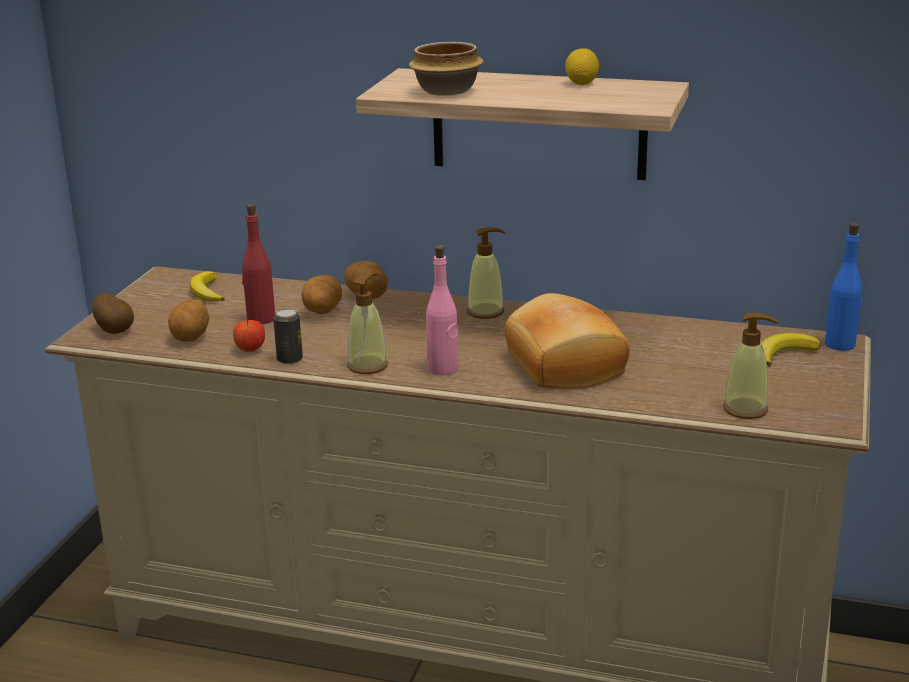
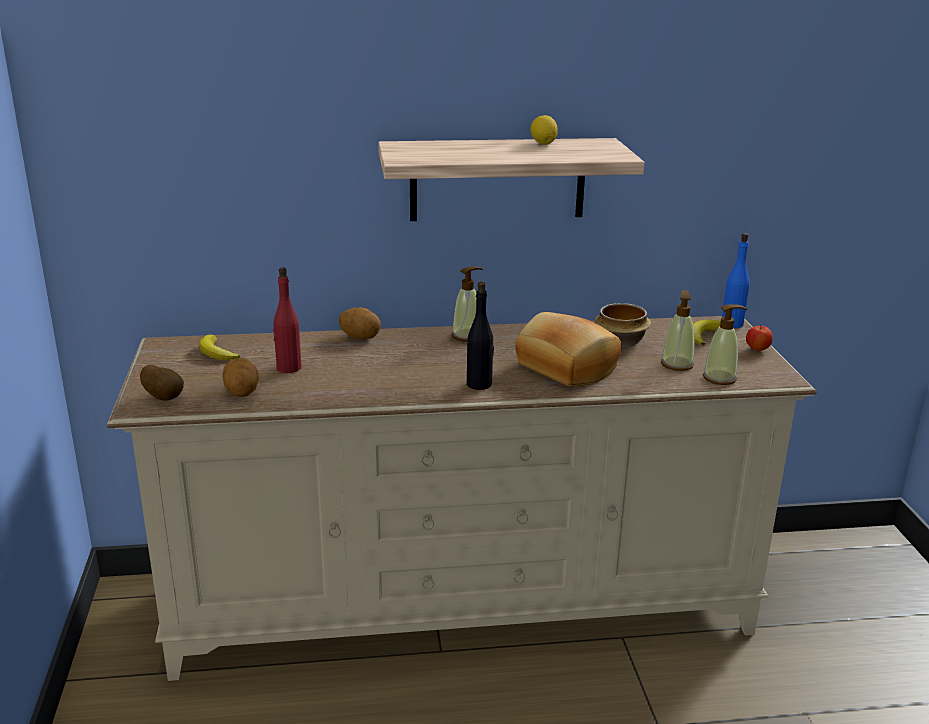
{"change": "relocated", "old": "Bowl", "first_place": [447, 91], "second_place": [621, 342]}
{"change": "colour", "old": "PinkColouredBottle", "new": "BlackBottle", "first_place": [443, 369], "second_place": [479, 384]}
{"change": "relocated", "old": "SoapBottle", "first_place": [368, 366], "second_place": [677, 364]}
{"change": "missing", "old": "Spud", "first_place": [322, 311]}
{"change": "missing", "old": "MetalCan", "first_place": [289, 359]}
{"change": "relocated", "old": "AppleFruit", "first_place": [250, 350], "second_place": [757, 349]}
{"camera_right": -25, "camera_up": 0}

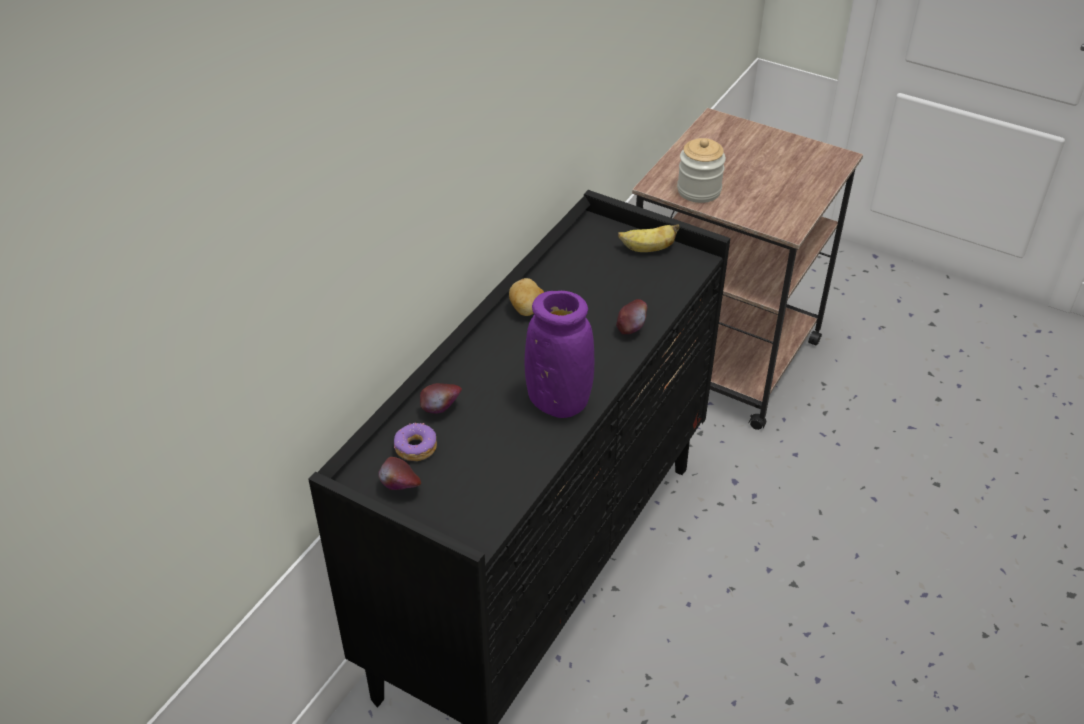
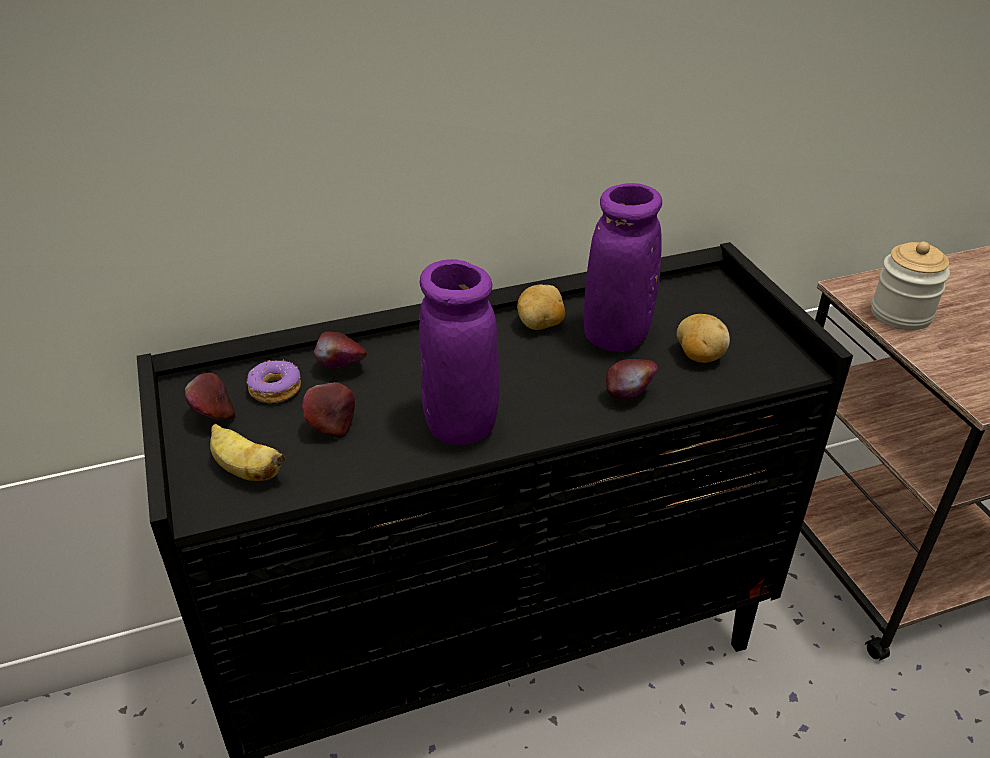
{"change": "relocated", "old": "WholeBanana", "first_place": [647, 249], "second_place": [246, 470]}
{"change": "appeared", "new": "PurpleColouredVase", "second_place": [616, 336]}
{"change": "appeared", "new": "Spud", "second_place": [698, 356]}
{"change": "appeared", "new": "AppleFruit", "second_place": [332, 426]}
{"camera_right": 40, "camera_up": -5}

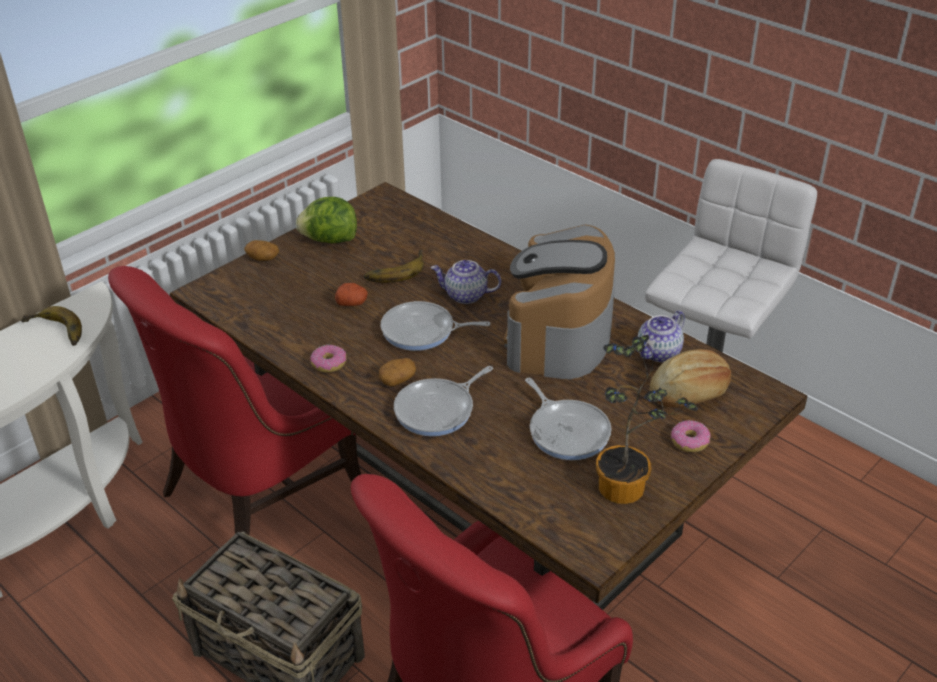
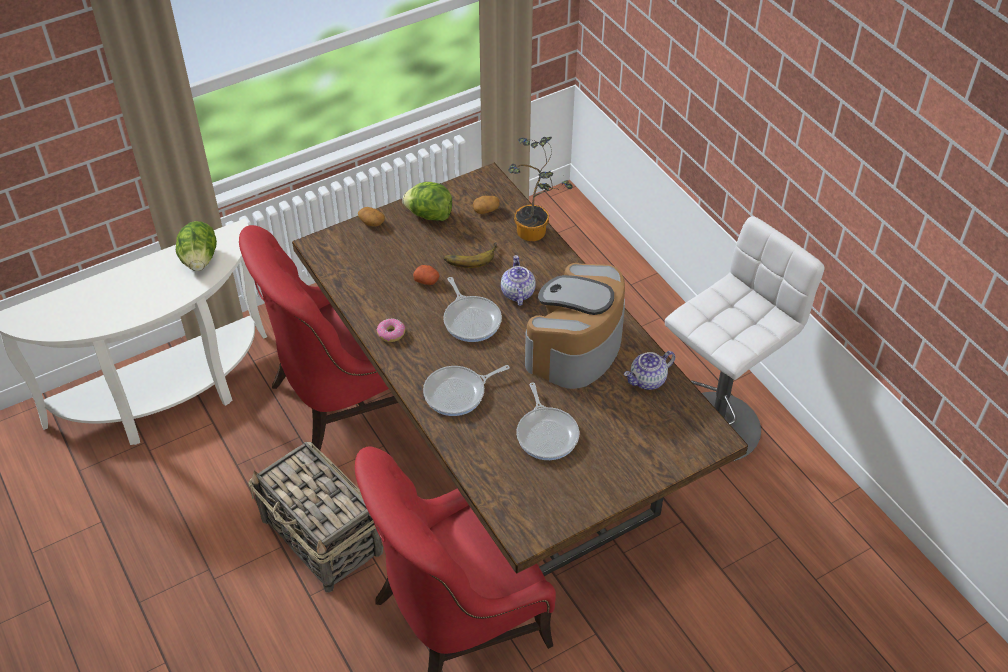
{"change": "spun", "old": "Teapot", "first_place": [465, 295], "second_place": [517, 292], "degrees": 60}
{"change": "spun", "old": "FryingPan", "first_place": [422, 331], "second_place": [471, 319], "degrees": -135}
{"change": "exchanged", "old": "WholeBanana", "new": "HeadOfLettuce", "first_place": [54, 333], "second_place": [200, 260]}
{"change": "relocated", "old": "Houseplant", "first_place": [628, 488], "second_place": [535, 233]}
{"change": "missing", "old": "Bread", "first_place": [690, 393]}
{"change": "relocated", "old": "Spud", "first_place": [397, 379], "second_place": [486, 209]}
{"change": "missing", "old": "Donut", "first_place": [689, 441]}
{"camera_right": 15, "camera_up": 10}

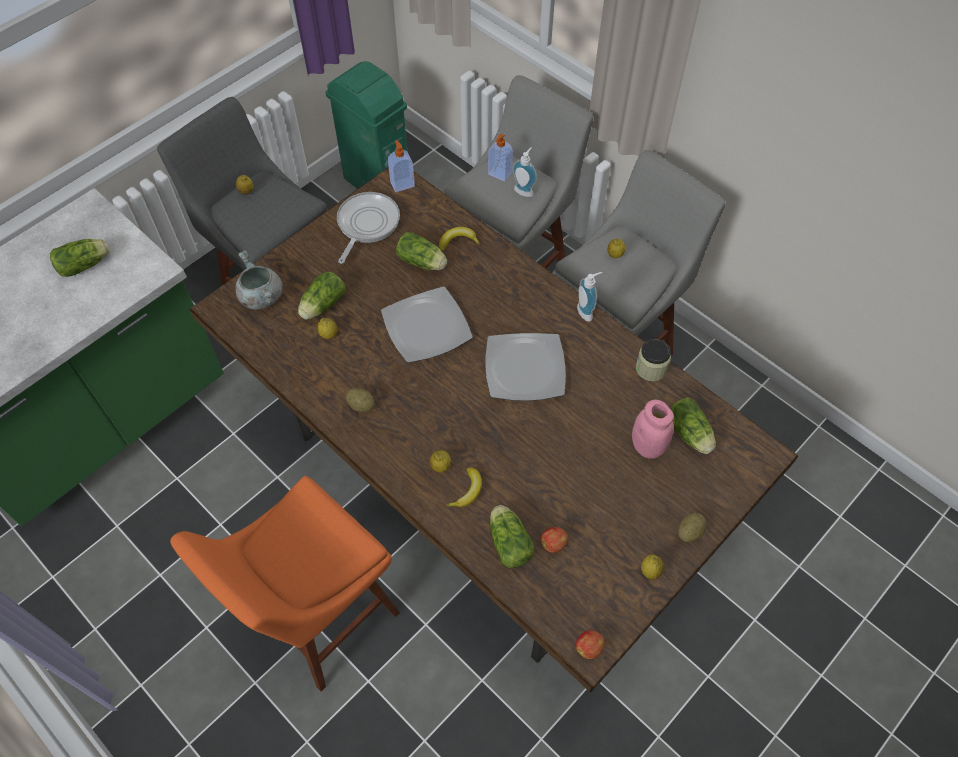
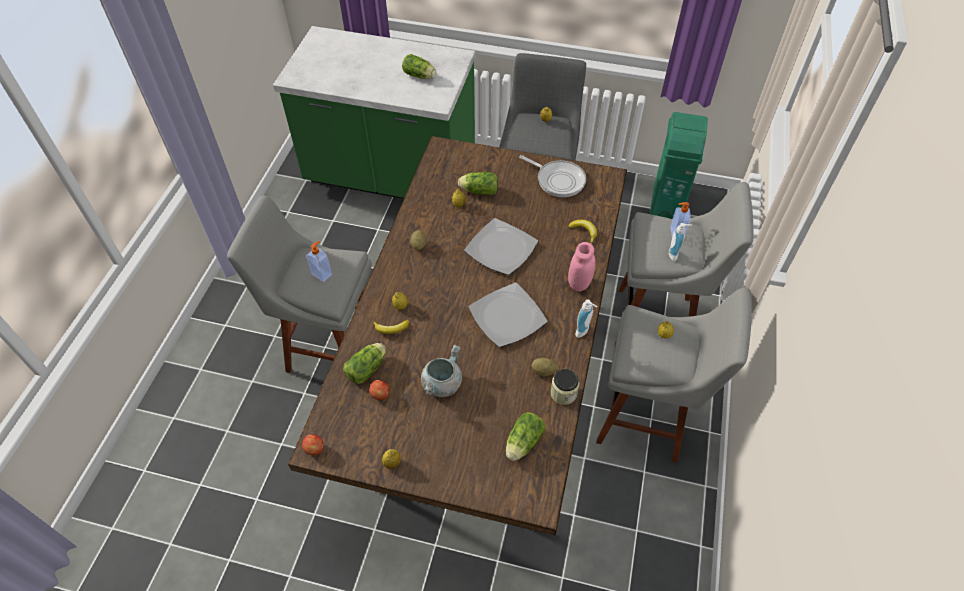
{"change": "relocated", "old": "SoapBottle", "first_place": [402, 184], "second_place": [322, 274]}
{"change": "spun", "old": "FryingPan", "first_place": [366, 224], "second_place": [558, 180], "degrees": 45}
{"change": "missing", "old": "HeadOfLettuce", "first_place": [423, 262]}
{"change": "relocated", "old": "GrayCookingPot", "first_place": [261, 296], "second_place": [441, 383]}
{"change": "relocated", "old": "PinkColouredStorageJar", "first_place": [647, 446], "second_place": [579, 283]}
{"change": "colour", "old": "OrangeyStoolSeat", "new": "GrayStoolSeat", "first_place": [319, 621], "second_place": [329, 347]}
{"change": "relocated", "old": "Spud", "first_place": [689, 532], "second_place": [543, 371]}
{"camera_right": 60, "camera_up": -5}

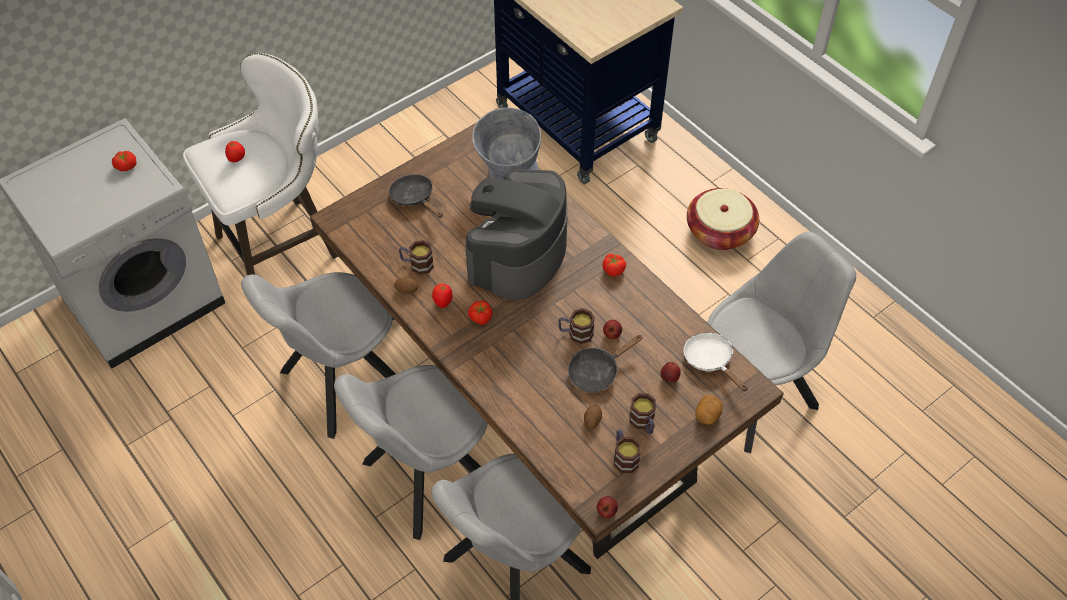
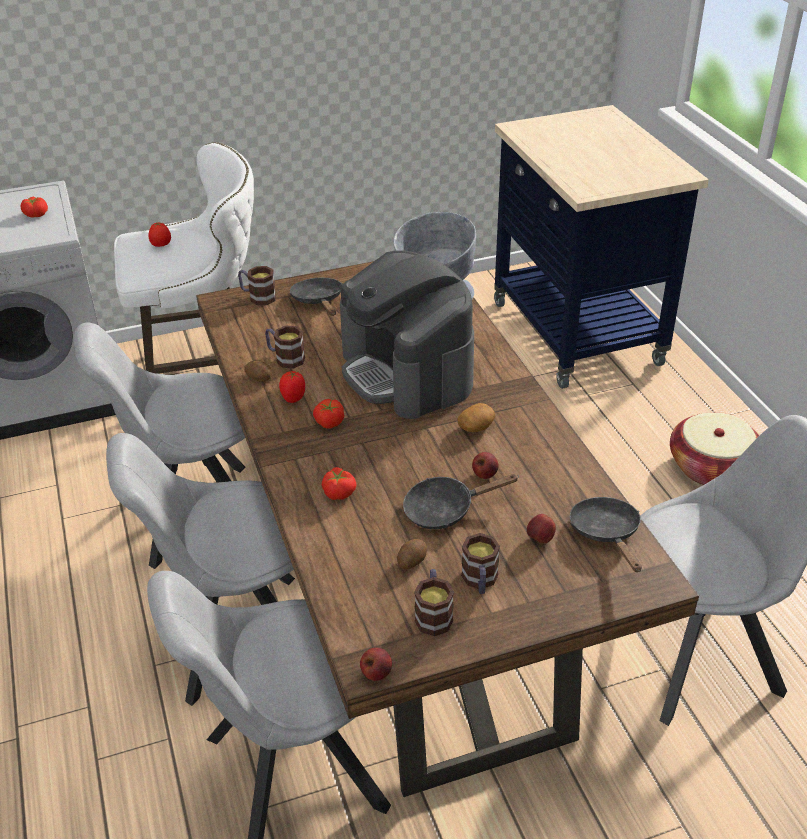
{"change": "spun", "old": "CoffeeMaker", "first_place": [517, 254], "second_place": [407, 372], "degrees": -75}
{"change": "relocated", "old": "Tomato", "first_place": [613, 269], "second_place": [339, 492]}
{"change": "relocated", "old": "TeaMug", "first_place": [575, 333], "second_place": [258, 297]}
{"change": "colour", "old": "WhitishFryingPan", "new": "BlackFryingPan", "first_place": [711, 361], "second_place": [607, 533]}
{"change": "relocated", "old": "Spud", "first_place": [707, 415], "second_place": [476, 427]}
{"camera_right": 20, "camera_up": -15}

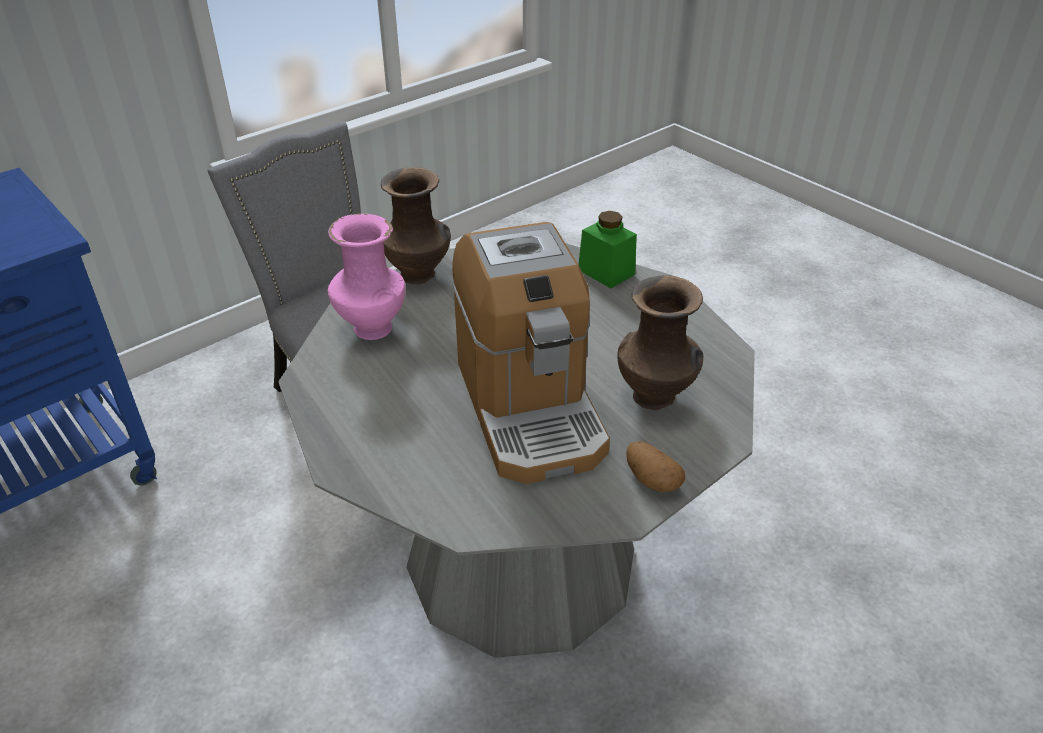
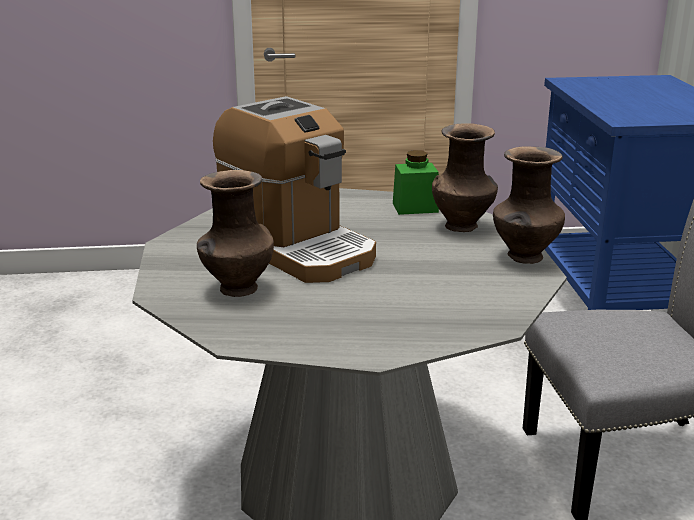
{"change": "relocated", "old": "GreenishStorageJar", "first_place": [606, 272], "second_place": [415, 207]}
{"change": "colour", "old": "PinkColouredVase", "new": "BrownColouredVase", "first_place": [371, 328], "second_place": [463, 226]}
{"change": "spun", "old": "CoffeeMaker", "first_place": [530, 407], "second_place": [297, 247], "degrees": -150}
{"change": "missing", "old": "Spud", "first_place": [651, 479]}
{"camera_right": 125, "camera_up": -15}

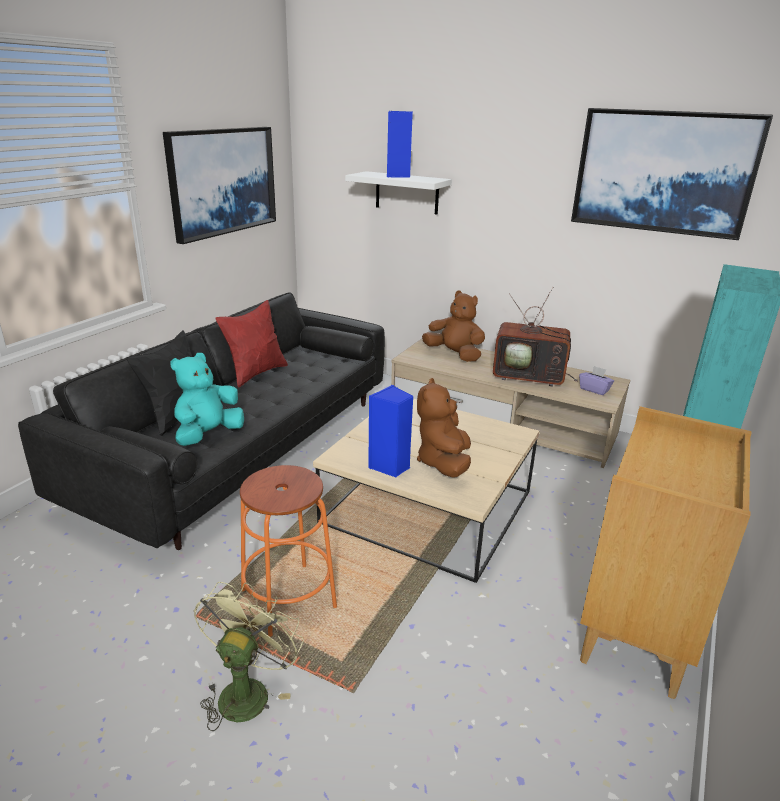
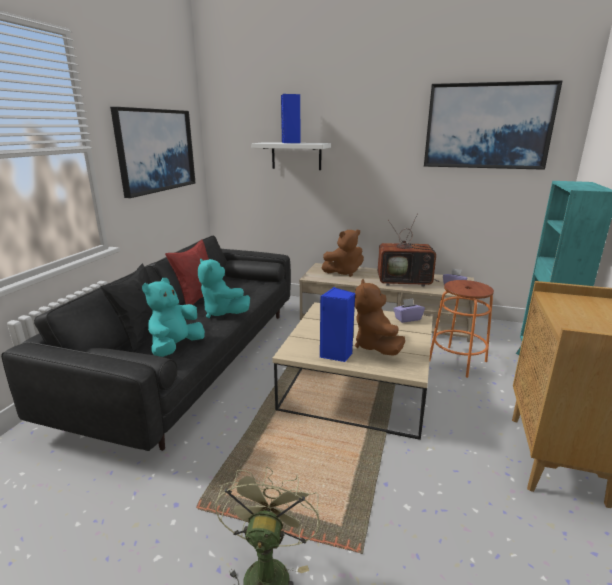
{"change": "spun", "old": "BrownColouredCuddlyToy", "first_place": [454, 355], "second_place": [344, 272], "degrees": 135}
{"change": "relocated", "old": "OrangeyStoolSeat", "first_place": [288, 599], "second_place": [457, 361]}
{"change": "appeared", "new": "BlueGreenCuddlyToy", "second_place": [222, 312]}
{"change": "appeared", "new": "PurpleColouredBoxOfTissues", "second_place": [407, 319]}
{"camera_right": -10, "camera_up": -5}

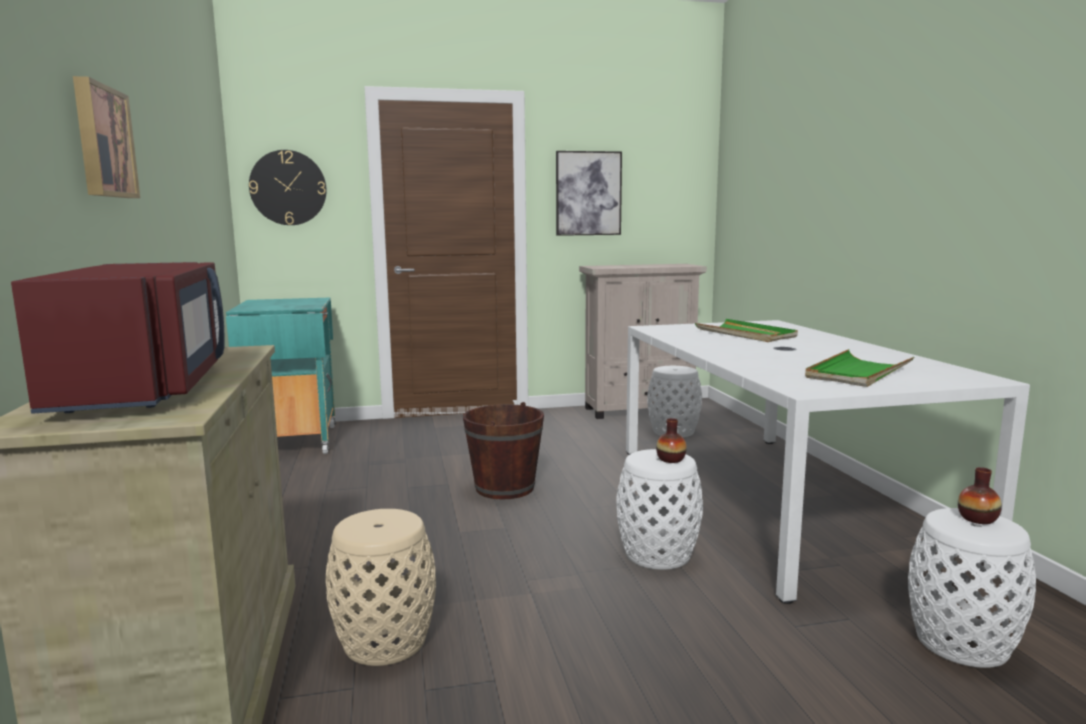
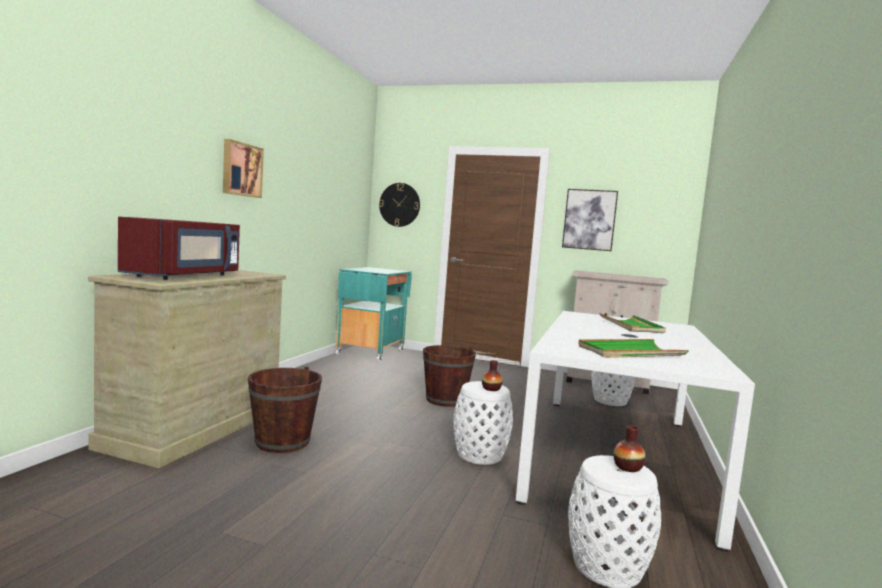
{"change": "exchanged", "old": "SandColouredStoolSeat", "new": "BrownColouredBucket", "first_place": [385, 642], "second_place": [282, 442]}
{"camera_right": 30, "camera_up": -5}

